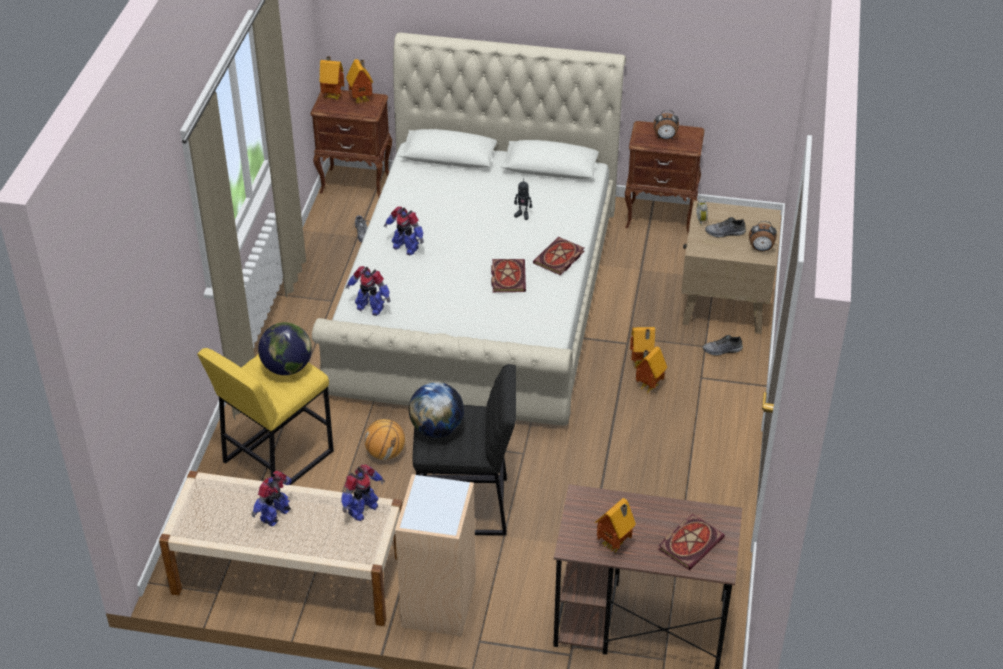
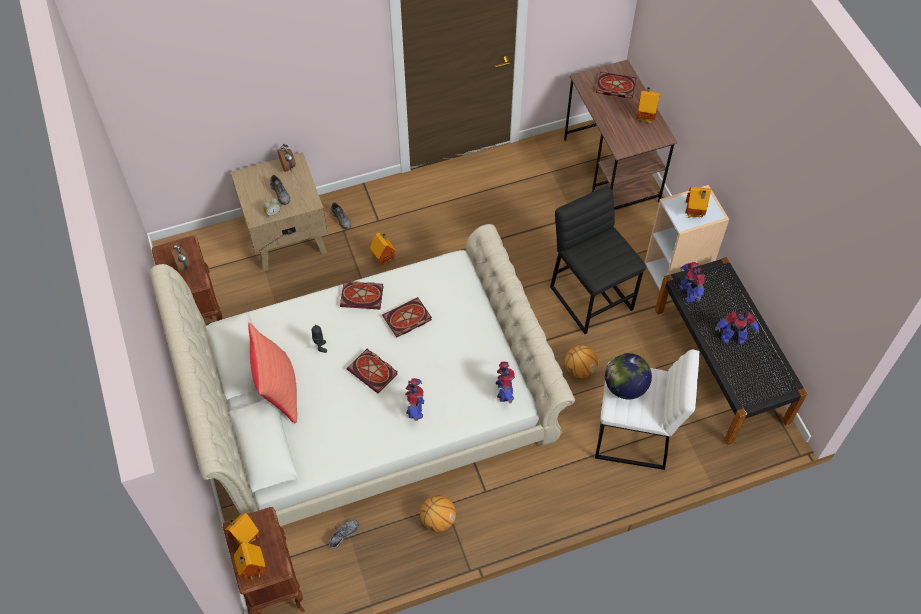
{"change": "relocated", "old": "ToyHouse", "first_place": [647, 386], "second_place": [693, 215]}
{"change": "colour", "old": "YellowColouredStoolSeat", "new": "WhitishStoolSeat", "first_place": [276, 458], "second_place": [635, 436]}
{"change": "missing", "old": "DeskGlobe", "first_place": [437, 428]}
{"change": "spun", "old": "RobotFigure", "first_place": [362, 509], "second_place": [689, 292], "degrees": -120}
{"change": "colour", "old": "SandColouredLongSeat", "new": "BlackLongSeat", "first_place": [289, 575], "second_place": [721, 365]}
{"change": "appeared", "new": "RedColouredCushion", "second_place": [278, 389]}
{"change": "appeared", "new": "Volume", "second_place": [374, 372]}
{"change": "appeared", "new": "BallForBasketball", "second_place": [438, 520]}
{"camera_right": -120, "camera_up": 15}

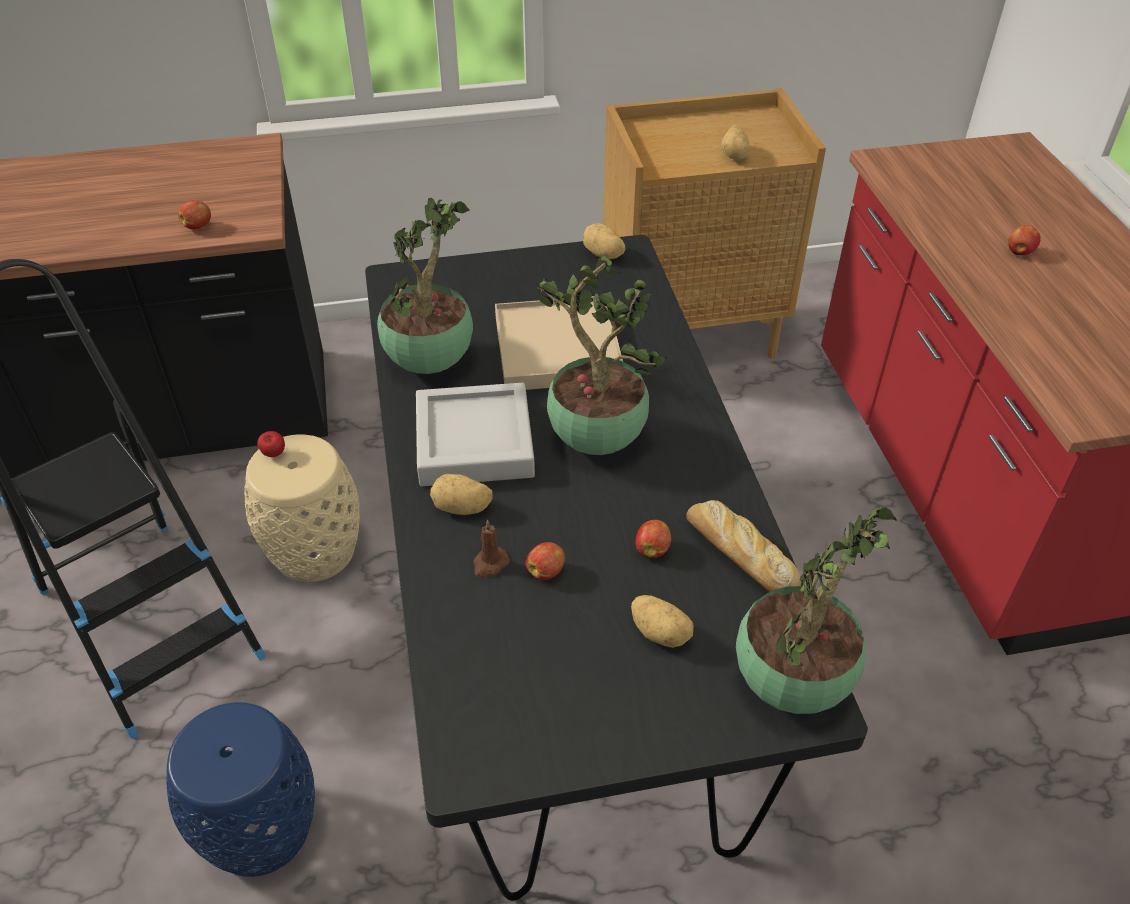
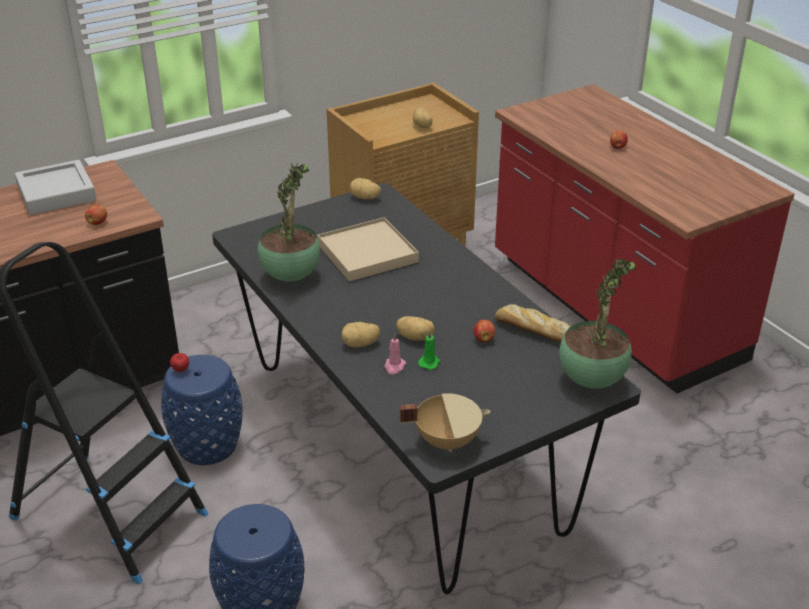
{"change": "missing", "old": "Houseplant", "first_place": [594, 439]}
{"change": "relocated", "old": "GrayCarryingTray", "first_place": [474, 442], "second_place": [56, 193]}
{"change": "colour", "old": "SandColouredStoolSeat", "new": "BlueColouredStoolSeat", "first_place": [314, 551], "second_place": [207, 445]}
{"change": "colour", "old": "BrownColouredCandle", "new": "PinkColouredCandle", "first_place": [489, 564], "second_place": [394, 367]}
{"change": "exchanged", "old": "AppleFruit", "new": "GreenishCandle", "first_place": [546, 571], "second_place": [429, 362]}
{"change": "relocated", "old": "Spud", "first_place": [661, 632], "second_place": [415, 337]}
{"change": "appeared", "new": "SandColouredCookingPot", "second_place": [446, 440]}
{"camera_right": -20, "camera_up": -10}

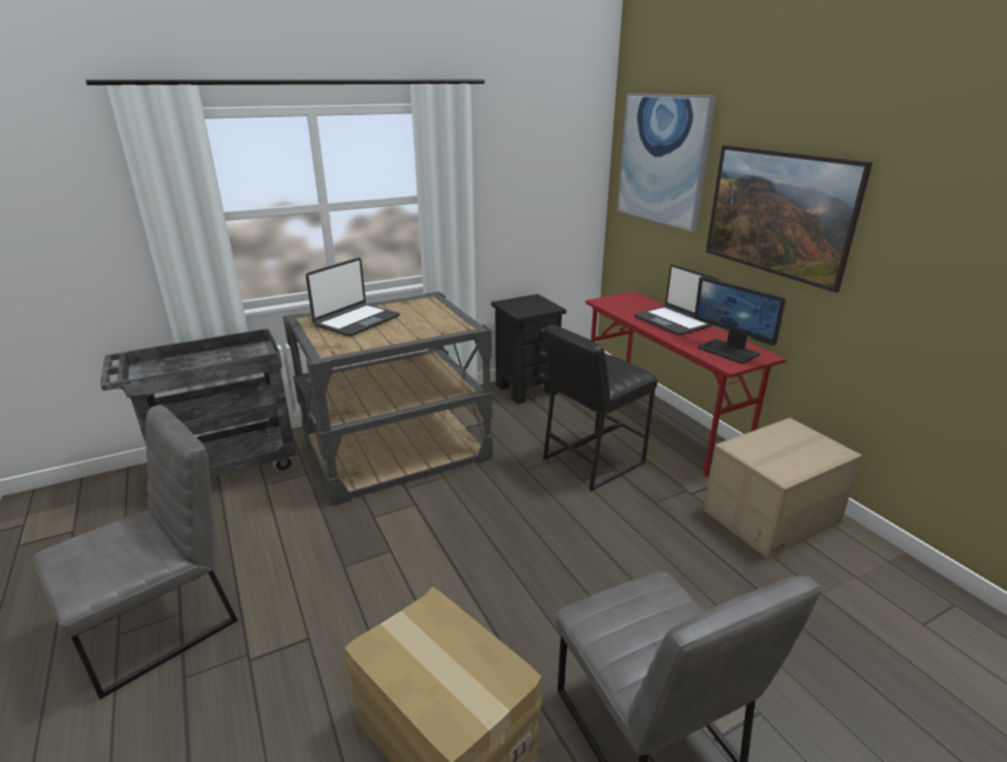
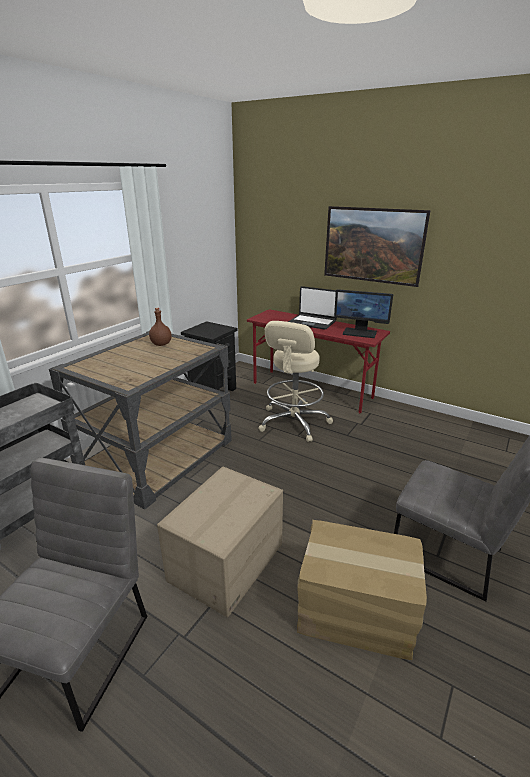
{"change": "missing", "old": "Picture", "first_place": [662, 160]}
{"change": "missing", "old": "Laptop", "first_place": [356, 321]}
{"change": "exchanged", "old": "BlackChair", "new": "SandColouredStoolSeat", "first_place": [592, 461], "second_place": [293, 423]}
{"change": "relocated", "old": "PackingBox", "first_place": [771, 517], "second_place": [227, 563]}
{"change": "appeared", "new": "BrownColouredBottle", "second_place": [161, 344]}
{"camera_right": -30, "camera_up": 0}

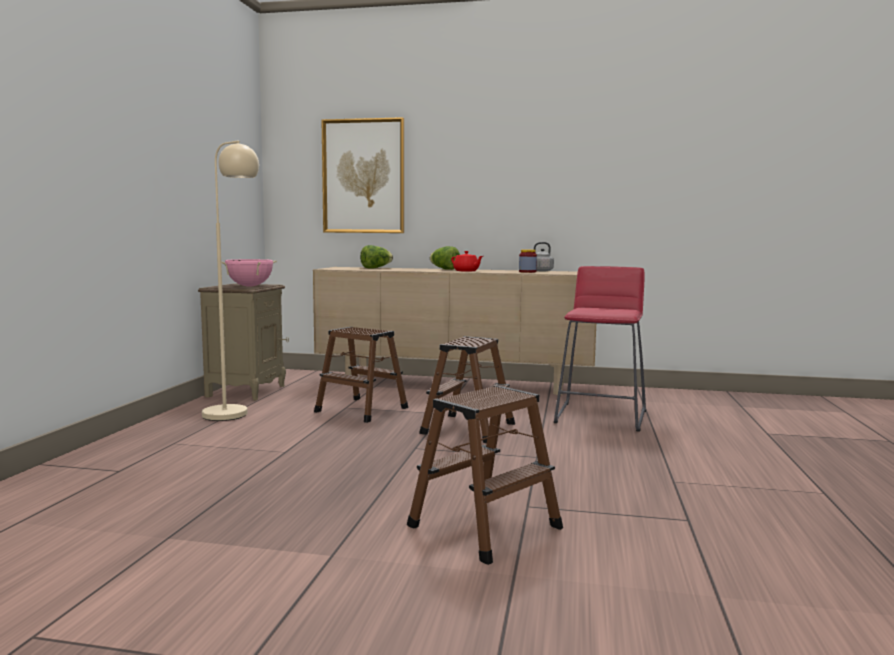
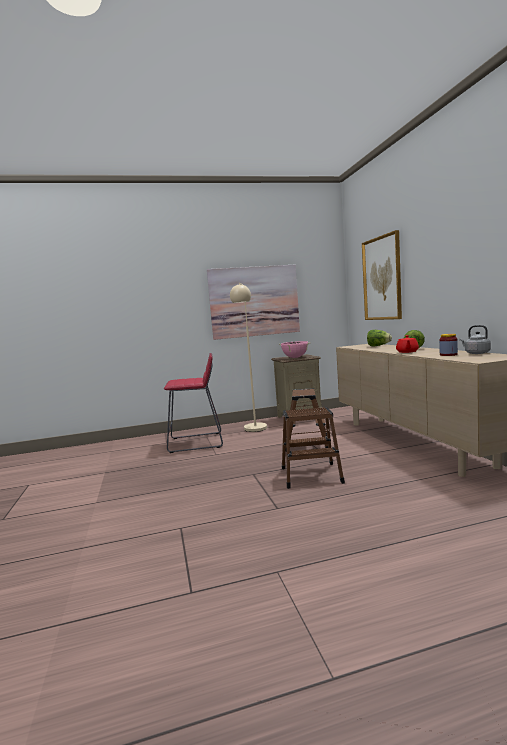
{"change": "relocated", "old": "RedColouredStoolSeat", "first_place": [600, 416], "second_place": [196, 442]}
{"change": "missing", "old": "BrownColouredStepStool", "first_place": [484, 526]}
{"change": "appeared", "new": "Picture", "second_place": [254, 301]}
{"camera_right": 65, "camera_up": 0}

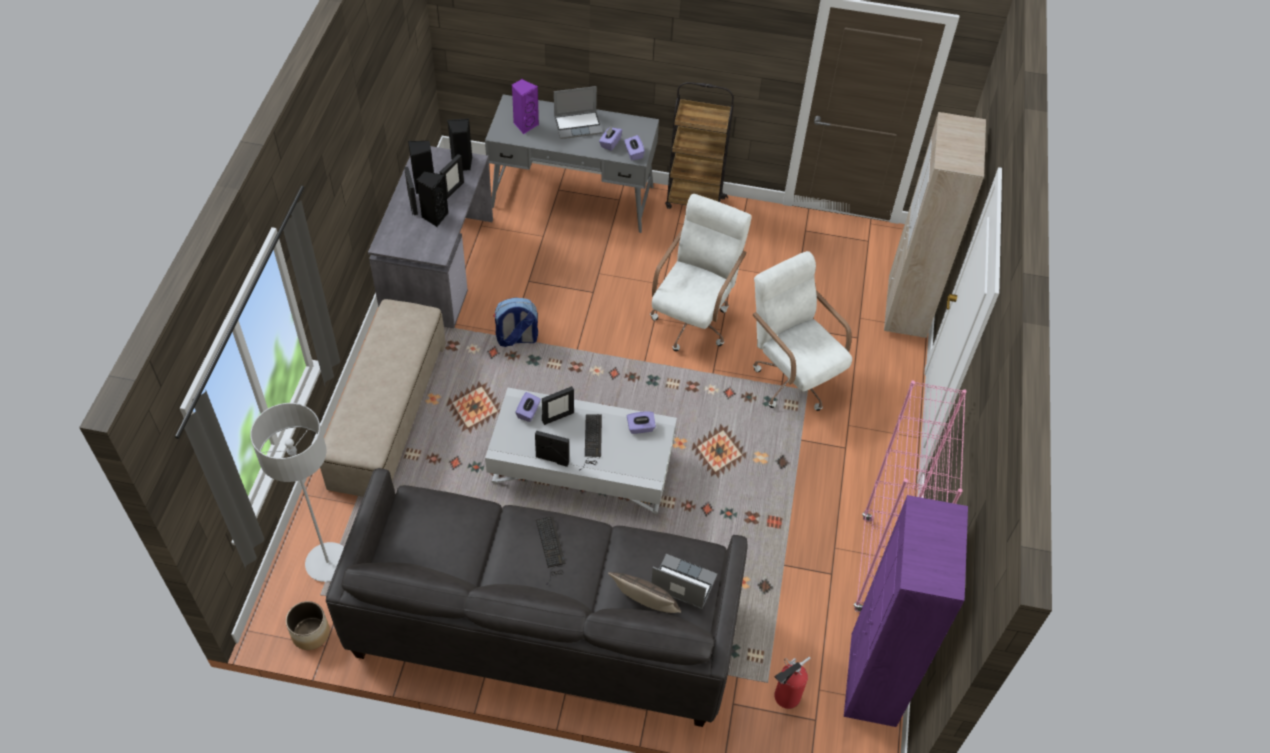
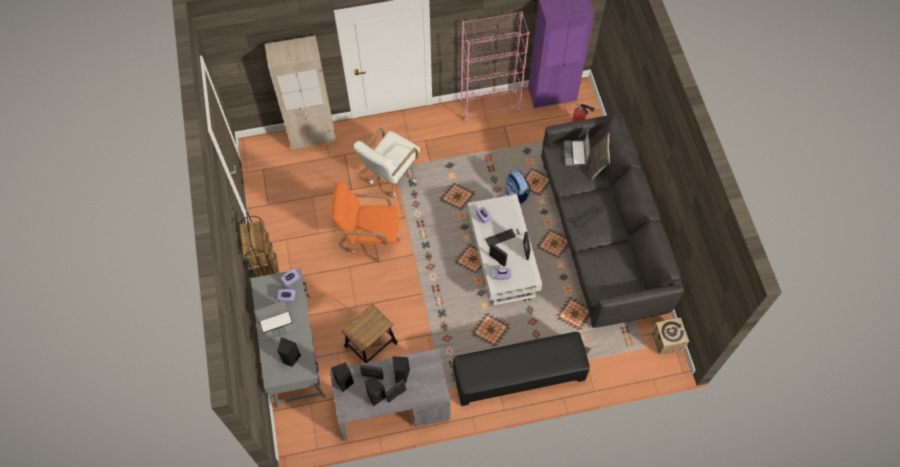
{"change": "colour", "old": "PurpleColouredAudioSpeaker", "new": "BlackAudioSpeaker", "first_place": [525, 125], "second_place": [290, 358]}
{"change": "spun", "old": "Laptop", "first_place": [578, 125], "second_place": [277, 324], "degrees": 105}
{"change": "colour", "old": "WhitishComputerChair", "new": "OrangeyComputerChair", "first_place": [693, 320], "second_place": [370, 240]}
{"change": "relocated", "old": "Backpack", "first_place": [516, 339], "second_place": [516, 193]}
{"change": "colour", "old": "SandColouredLongSeat", "new": "BlackLongSeat", "first_place": [388, 412], "second_place": [518, 375]}
{"change": "missing", "old": "GrayFloorLamp", "first_place": [328, 563]}
{"change": "exchanged", "old": "PlantPot", "new": "PackingBox", "first_place": [310, 633], "second_place": [667, 341]}
{"change": "appeared", "new": "StoolSeat", "second_place": [371, 346]}
{"camera_right": -110, "camera_up": 10}

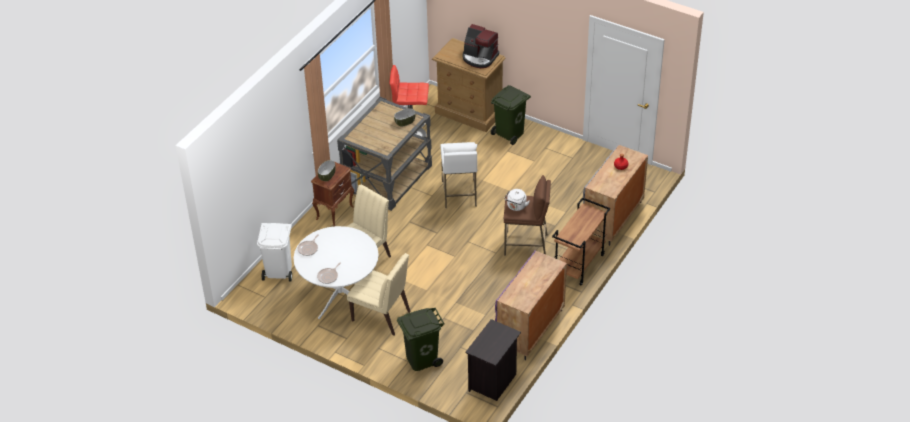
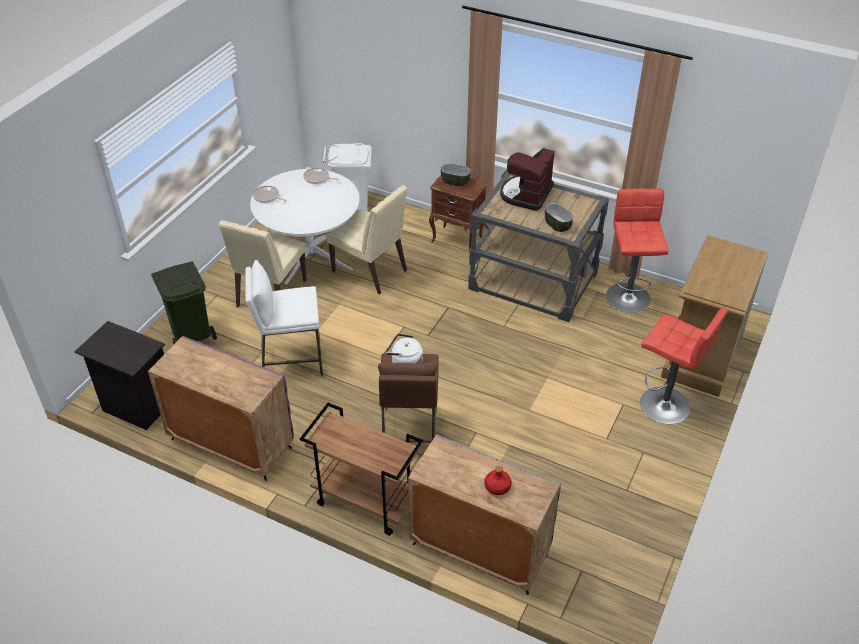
{"change": "relocated", "old": "CoffeeMaker", "first_place": [479, 58], "second_place": [526, 194]}
{"change": "exchanged", "old": "GreenishTrashCan", "new": "RedColouredStoolSeat", "first_place": [510, 134], "second_place": [665, 406]}
{"change": "relocated", "old": "WhitishStoolSeat", "first_place": [459, 194], "second_place": [291, 360]}
{"camera_right": 85, "camera_up": 0}

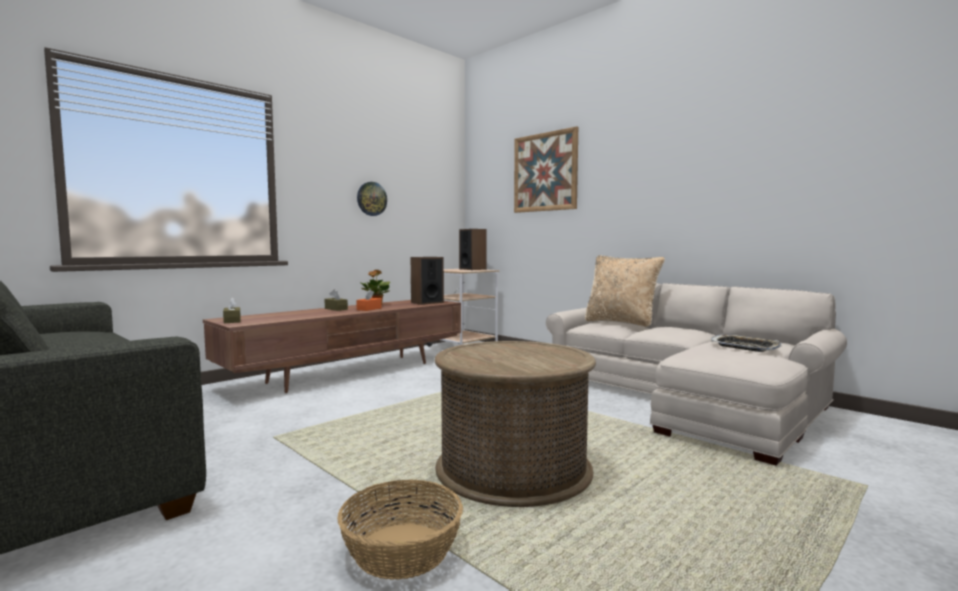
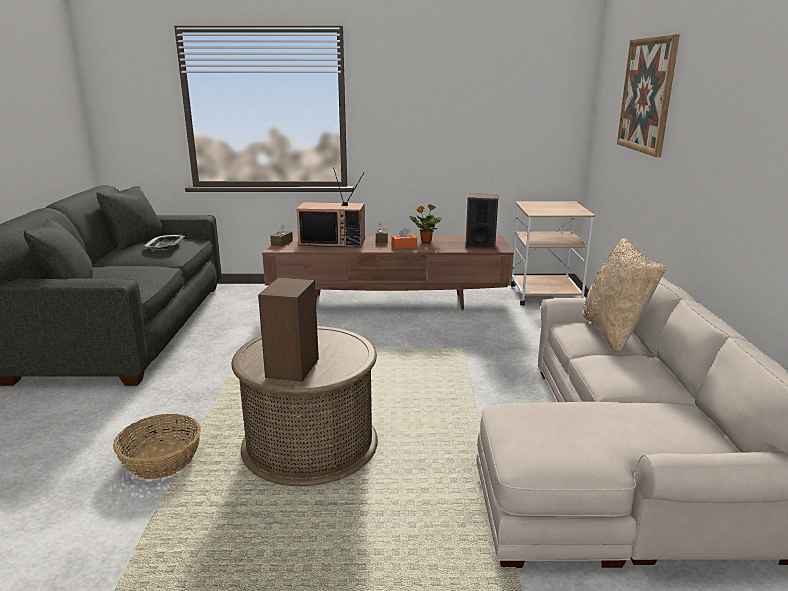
{"change": "missing", "old": "ClockOnTheWall", "first_place": [371, 199]}
{"change": "relocated", "old": "AudioSpeaker", "first_place": [472, 269], "second_place": [293, 368]}
{"change": "relocated", "old": "CarryingTray", "first_place": [744, 347], "second_place": [165, 245]}
{"change": "appeared", "new": "Tv", "second_place": [333, 242]}
{"camera_right": 45, "camera_up": 15}

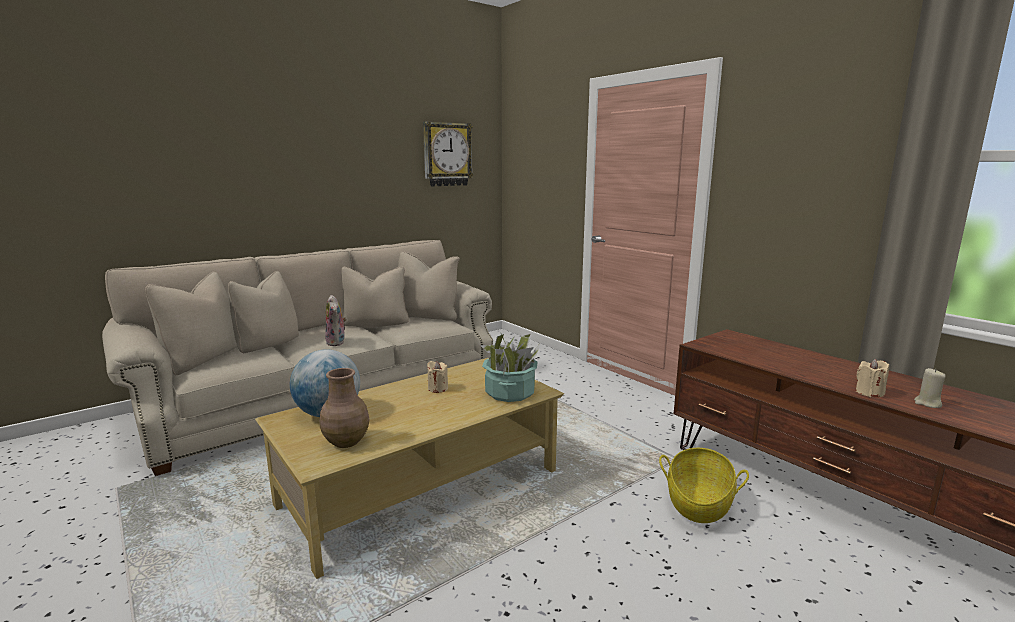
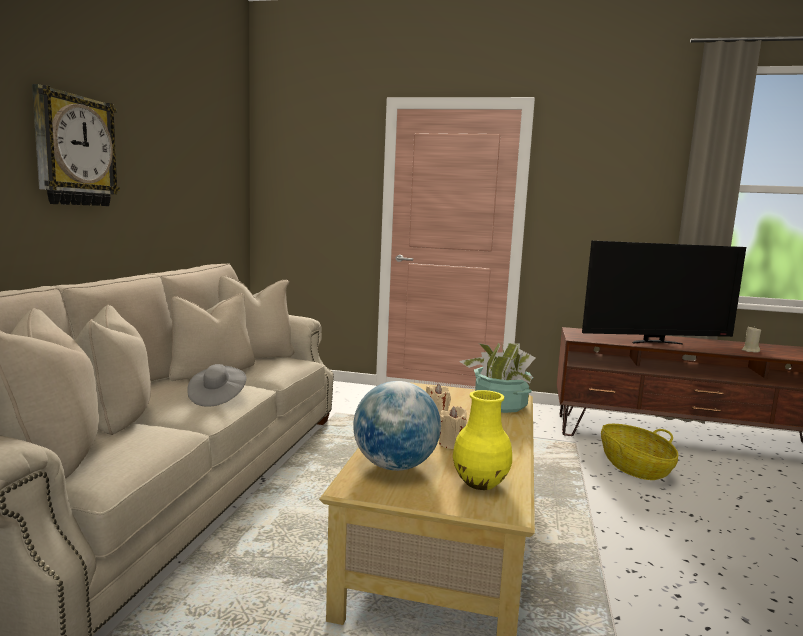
{"change": "relocated", "old": "ClockOnTheWall", "first_place": [447, 154], "second_place": [74, 151]}
{"change": "exchanged", "old": "CuddlyToy", "new": "GrayClothingHat", "first_place": [337, 342], "second_place": [217, 398]}
{"change": "relocated", "old": "SandColouredCandle", "first_place": [869, 393], "second_place": [452, 444]}
{"change": "colour", "old": "BrownColouredVase", "new": "YellowColouredVase", "first_place": [346, 441], "second_place": [479, 482]}
{"change": "appeared", "new": "Tv", "second_place": [655, 342]}
{"camera_right": -40, "camera_up": -5}

